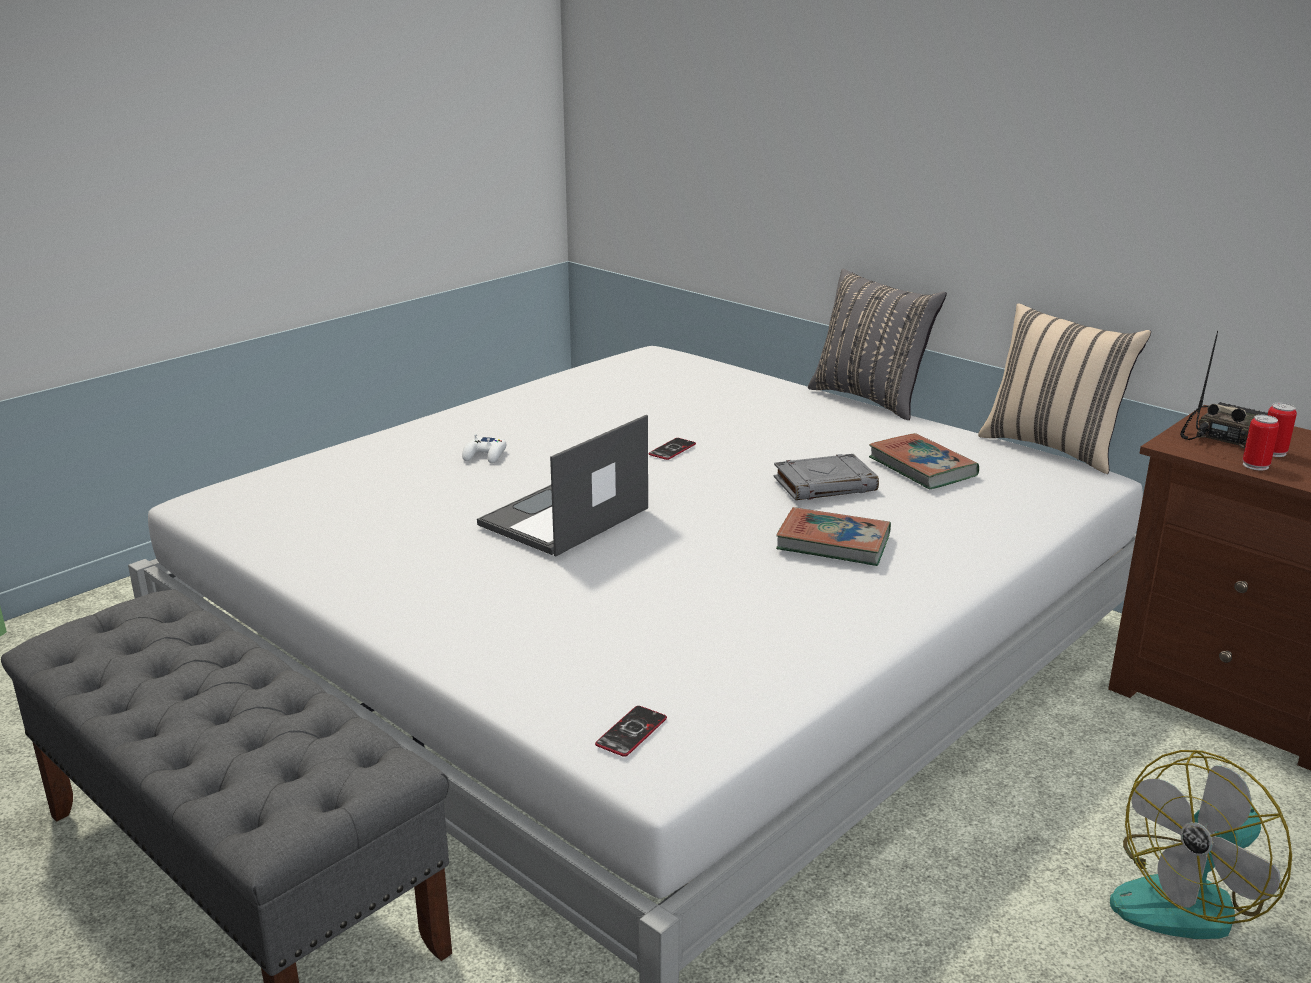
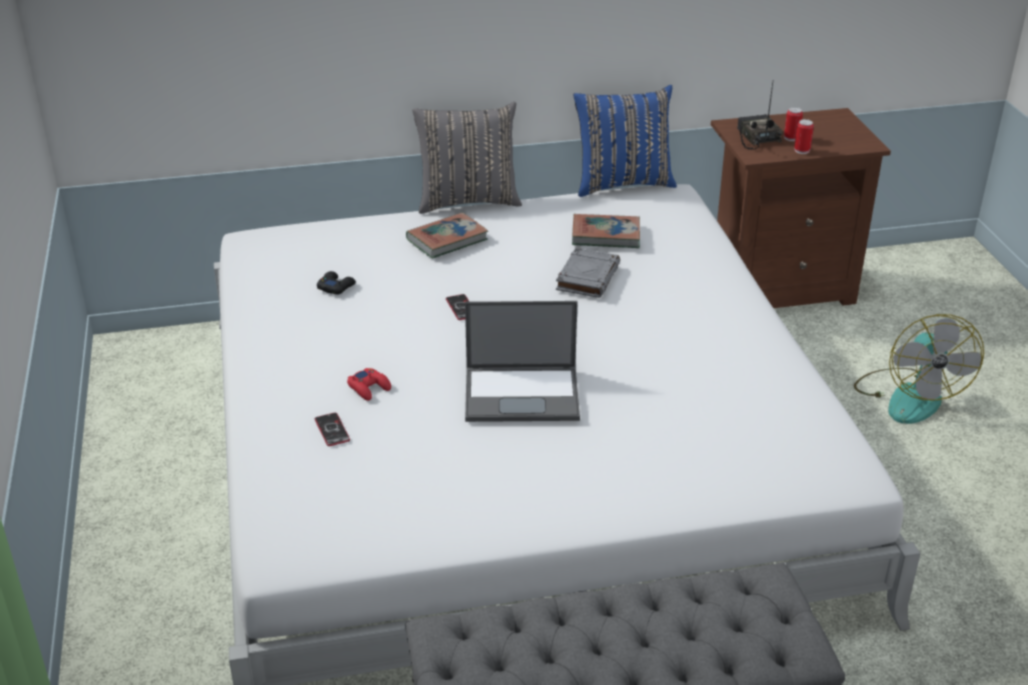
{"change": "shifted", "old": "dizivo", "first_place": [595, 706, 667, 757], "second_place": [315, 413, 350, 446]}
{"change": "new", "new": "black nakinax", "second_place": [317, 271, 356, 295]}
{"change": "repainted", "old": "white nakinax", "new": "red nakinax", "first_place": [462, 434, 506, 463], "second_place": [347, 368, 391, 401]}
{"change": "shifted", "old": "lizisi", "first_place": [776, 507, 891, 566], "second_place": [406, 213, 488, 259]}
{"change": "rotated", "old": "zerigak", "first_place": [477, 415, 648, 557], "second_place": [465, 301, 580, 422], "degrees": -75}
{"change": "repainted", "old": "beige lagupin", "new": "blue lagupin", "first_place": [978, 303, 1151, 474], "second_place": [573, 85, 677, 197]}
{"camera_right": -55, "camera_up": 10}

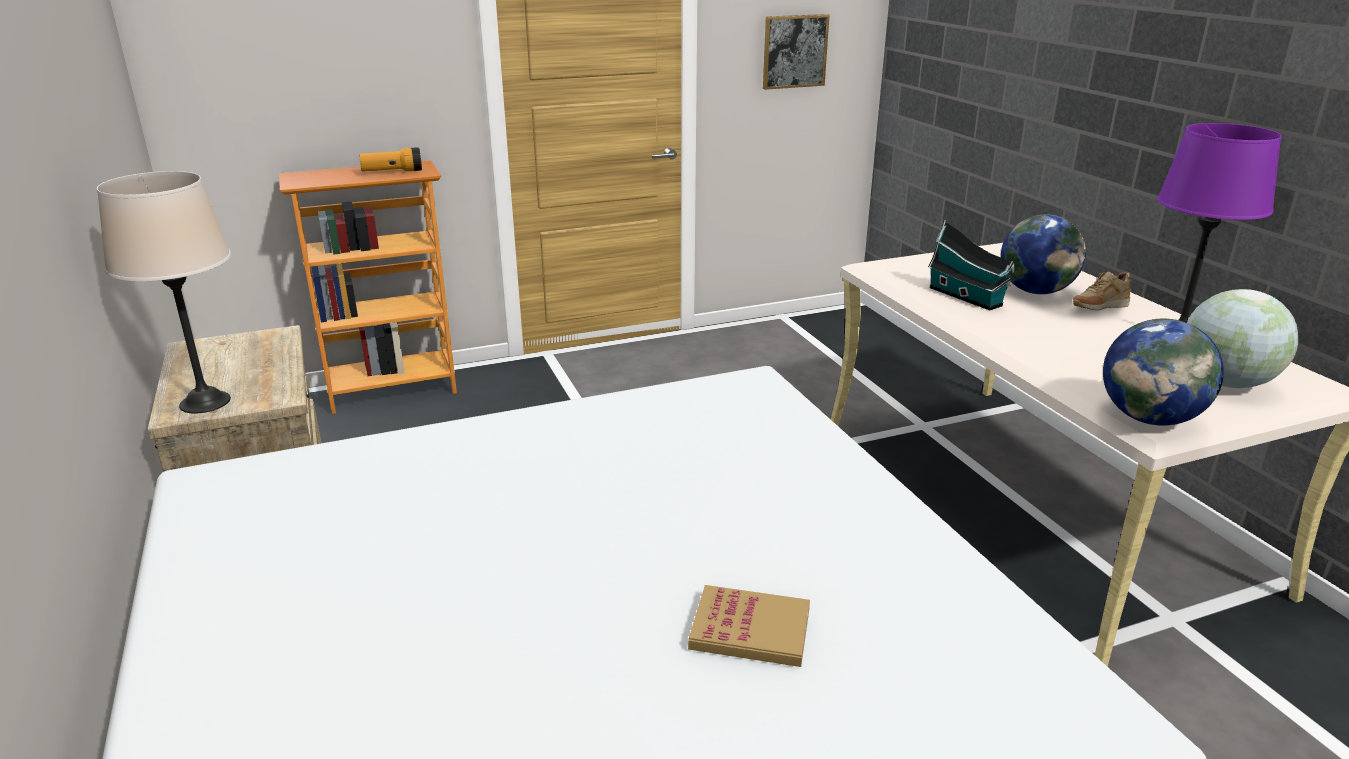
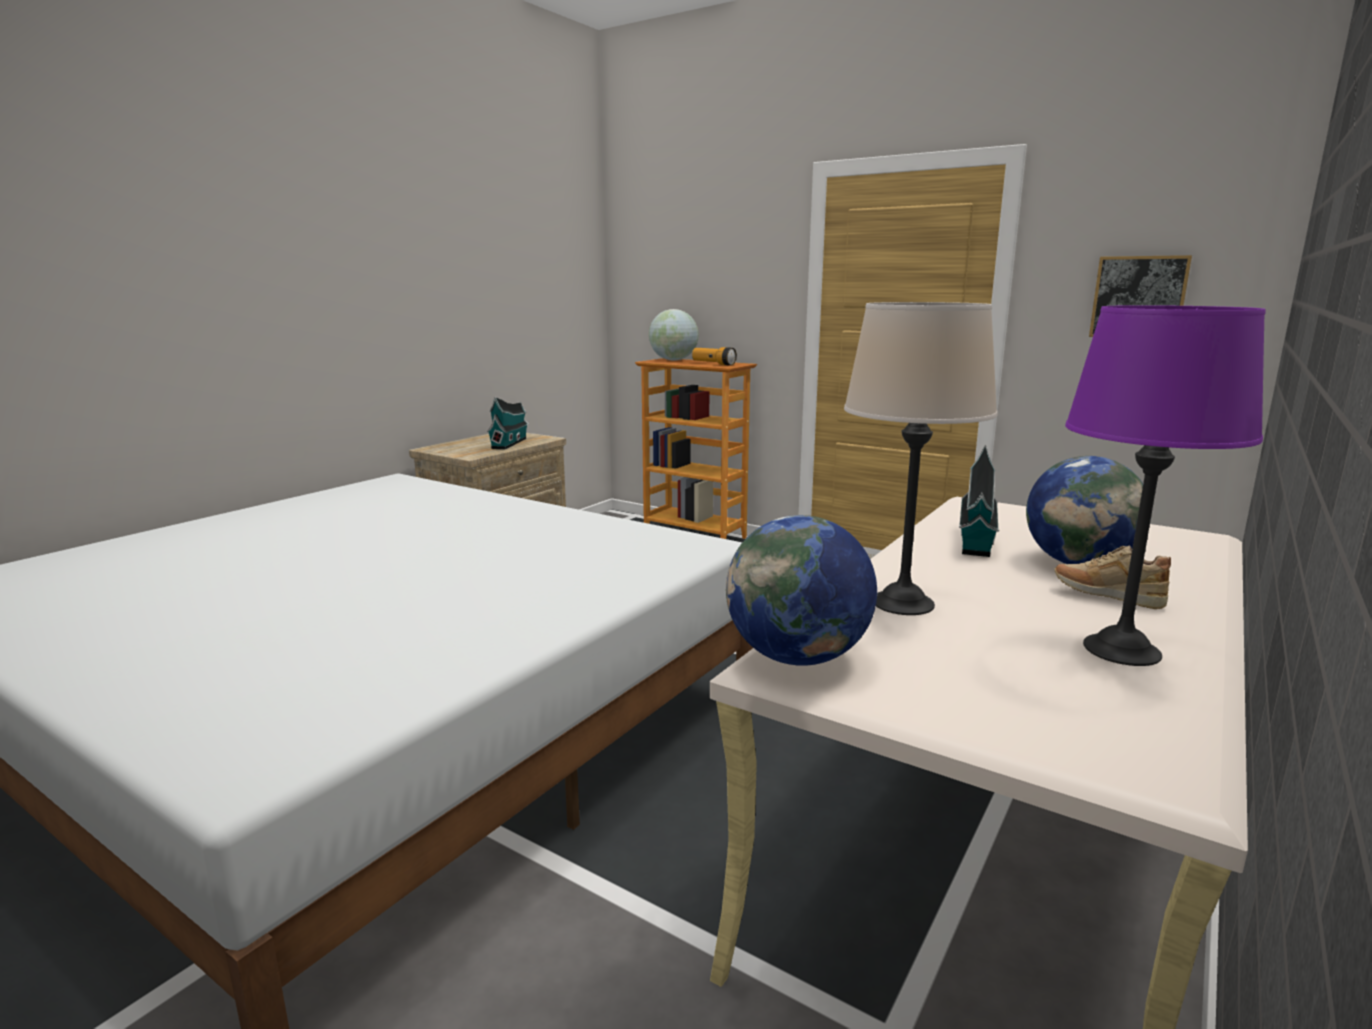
{"change": "new", "new": "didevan", "second_place": [487, 397, 528, 449]}
{"change": "shifted", "old": "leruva", "first_place": [1187, 289, 1298, 388], "second_place": [649, 309, 699, 360]}
{"change": "shifted", "old": "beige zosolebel", "first_place": [97, 171, 231, 413], "second_place": [844, 302, 998, 615]}
{"change": "gone", "old": "lizisi", "first_place": [688, 585, 810, 667]}
{"camera_right": 55, "camera_up": -10}

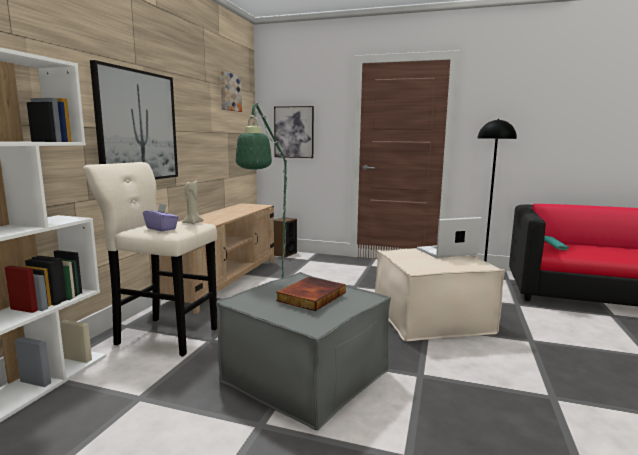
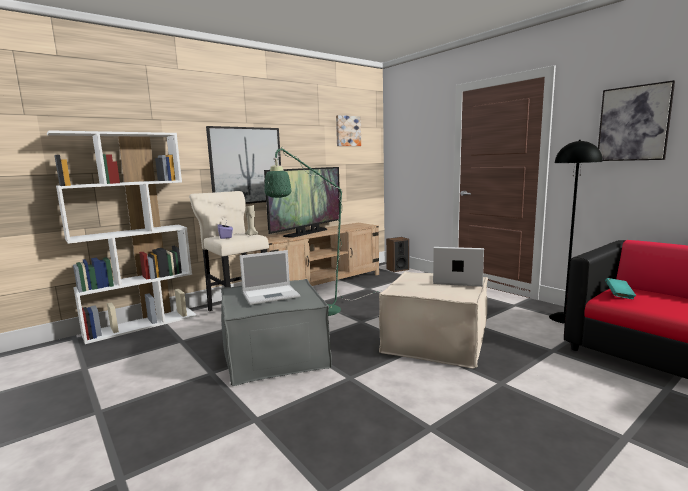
{"change": "swapped", "old": "lizisi", "new": "zerigak", "first_place": [276, 277, 346, 311], "second_place": [240, 250, 300, 305]}
{"change": "new", "new": "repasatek", "second_place": [264, 167, 340, 238]}
{"change": "shifted", "old": "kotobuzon", "first_place": [274, 106, 314, 158], "second_place": [598, 80, 675, 161]}
{"camera_right": 35, "camera_up": 0}

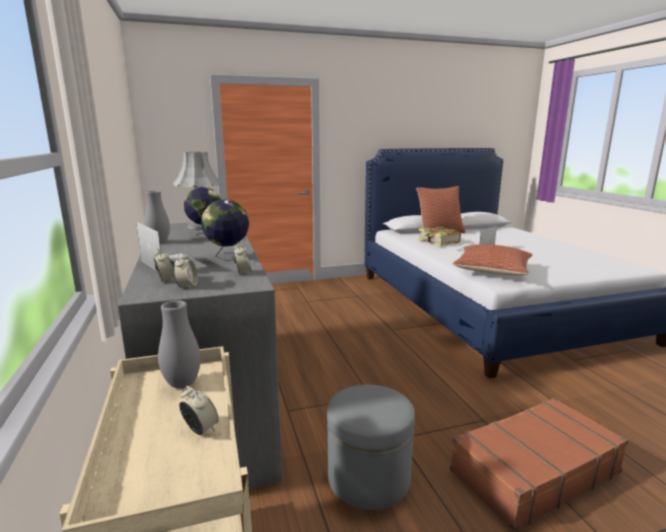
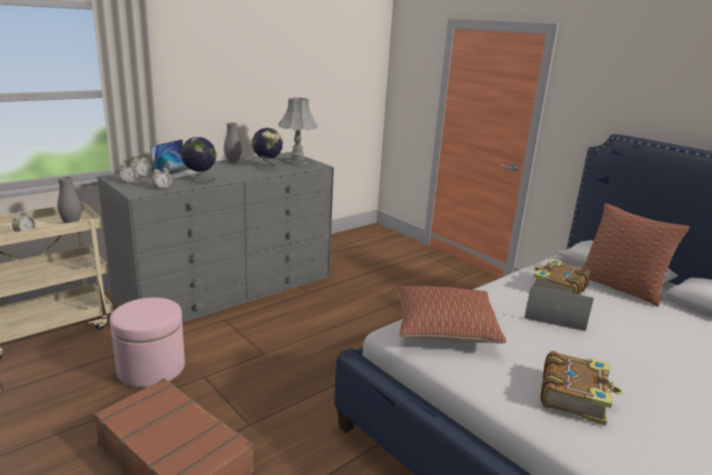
{"change": "repainted", "old": "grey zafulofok", "new": "pink zafulofok", "first_place": [327, 385, 415, 510], "second_place": [110, 298, 185, 387]}
{"change": "new", "new": "lizisi", "second_place": [540, 351, 623, 426]}
{"camera_right": 65, "camera_up": 5}

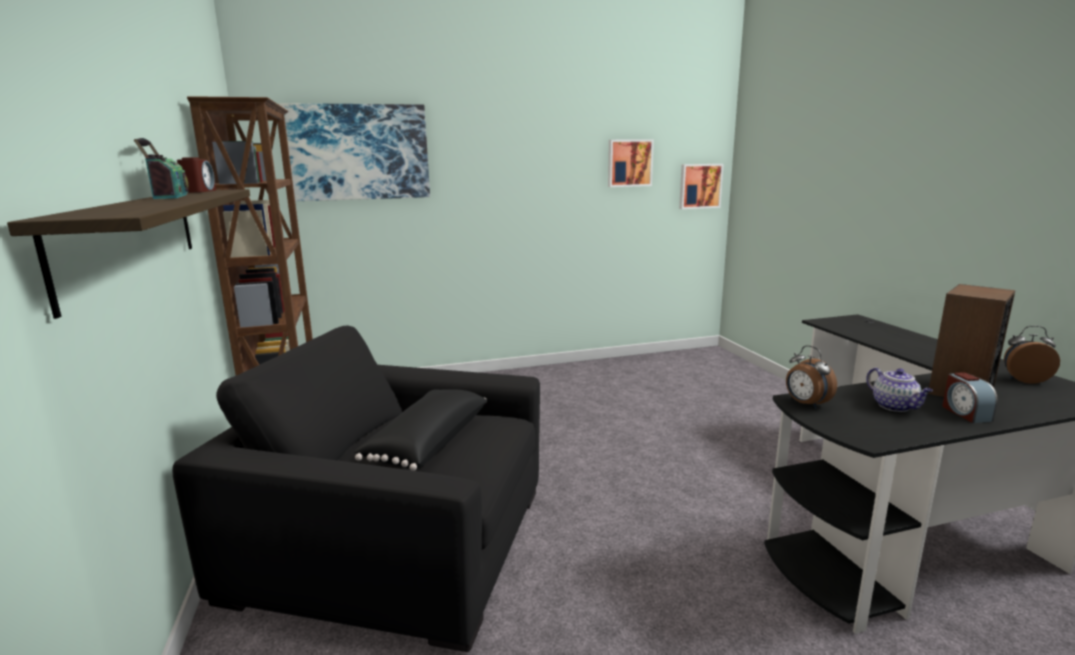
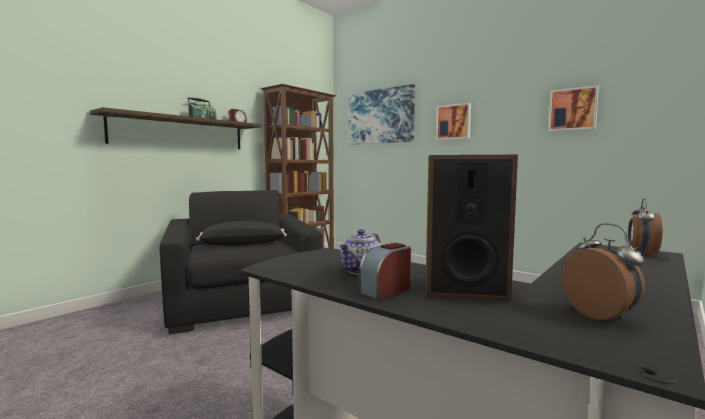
{"change": "shifted", "old": "kotobuzon", "first_place": [679, 164, 723, 209], "second_place": [436, 103, 471, 140]}
{"change": "shifted", "old": "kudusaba", "first_place": [786, 345, 837, 409], "second_place": [628, 199, 663, 254]}
{"camera_right": 55, "camera_up": -10}

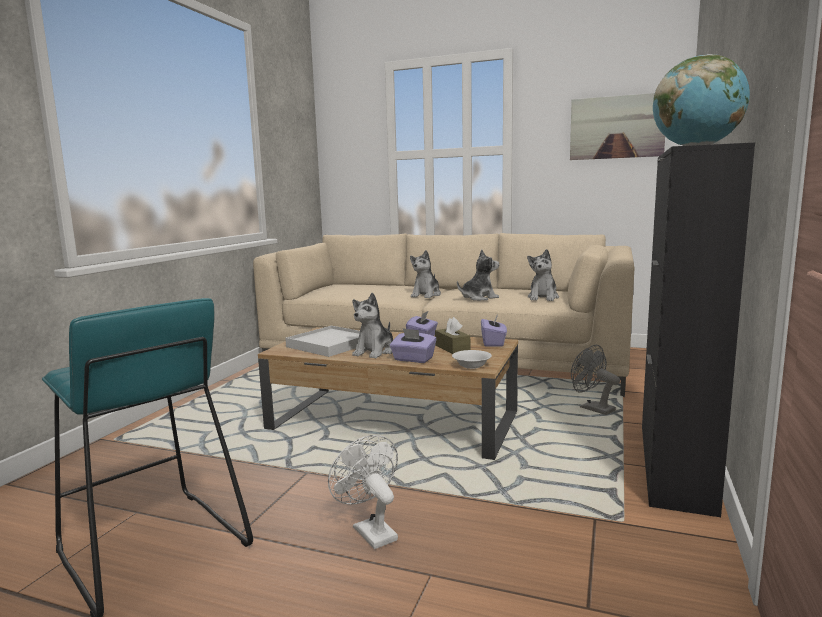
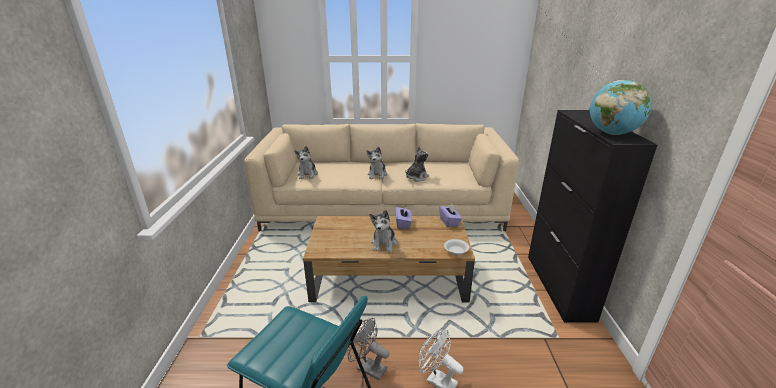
{"change": "shifted", "old": "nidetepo", "first_place": [527, 249, 559, 301], "second_place": [294, 146, 318, 179]}
{"change": "shifted", "old": "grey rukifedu", "first_place": [571, 345, 620, 415], "second_place": [347, 318, 390, 380]}
{"change": "gone", "old": "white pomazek", "first_place": [285, 326, 360, 357]}
{"change": "gone", "old": "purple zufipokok", "first_place": [390, 328, 437, 363]}
{"change": "gone", "old": "brown zufipokok", "first_place": [435, 317, 470, 354]}
{"change": "gone", "old": "kotobuzon", "first_place": [570, 93, 665, 160]}
{"camera_right": -20, "camera_up": 15}

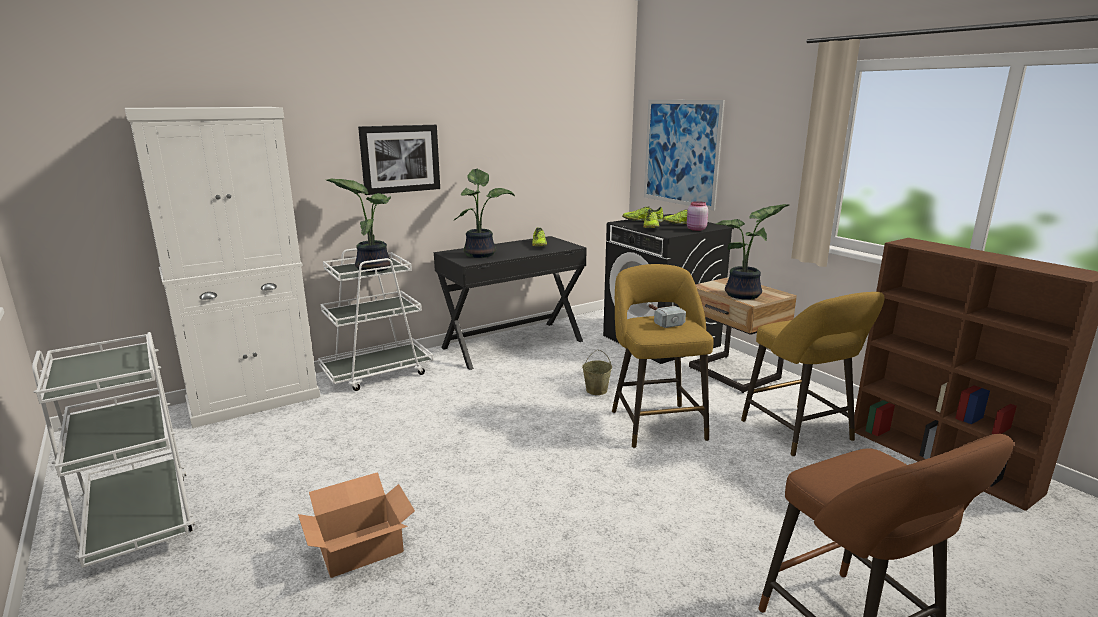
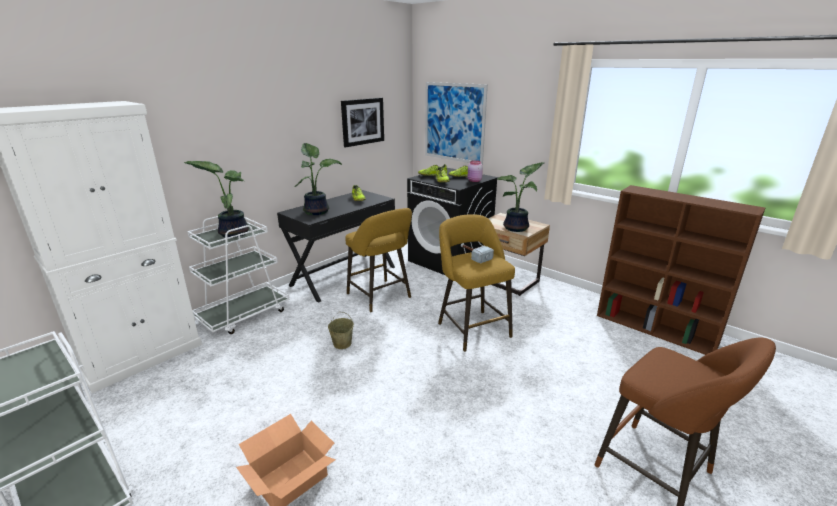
{"change": "shifted", "old": "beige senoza", "first_place": [582, 350, 612, 395], "second_place": [328, 312, 354, 349]}
{"change": "shifted", "old": "kotobuzon", "first_place": [358, 125, 440, 195], "second_place": [341, 98, 384, 147]}
{"change": "shifted", "old": "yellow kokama", "first_place": [741, 292, 885, 457], "second_place": [345, 208, 412, 313]}
{"camera_right": -15, "camera_up": 5}

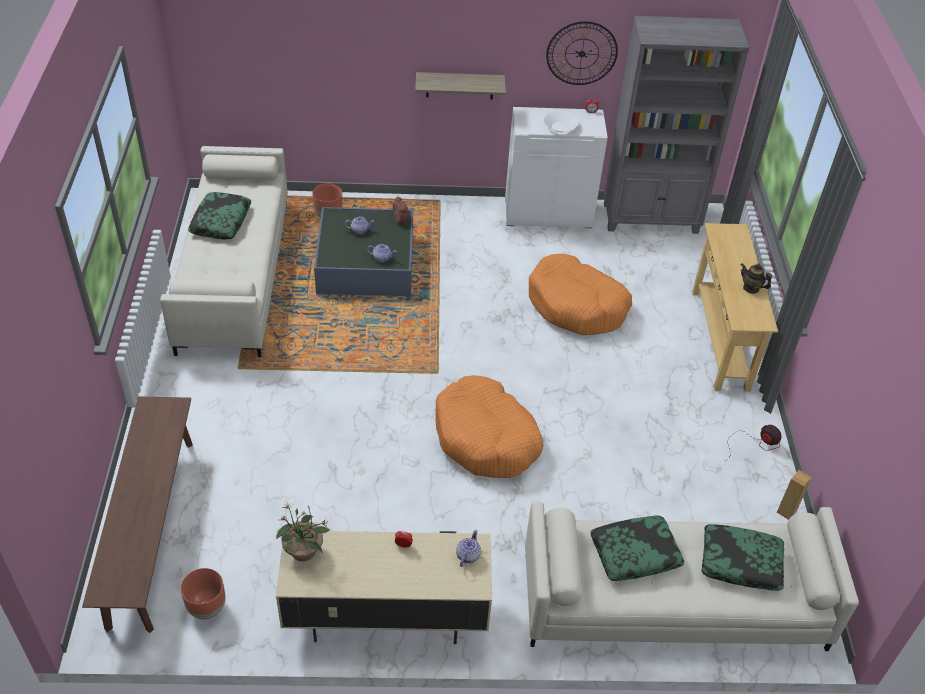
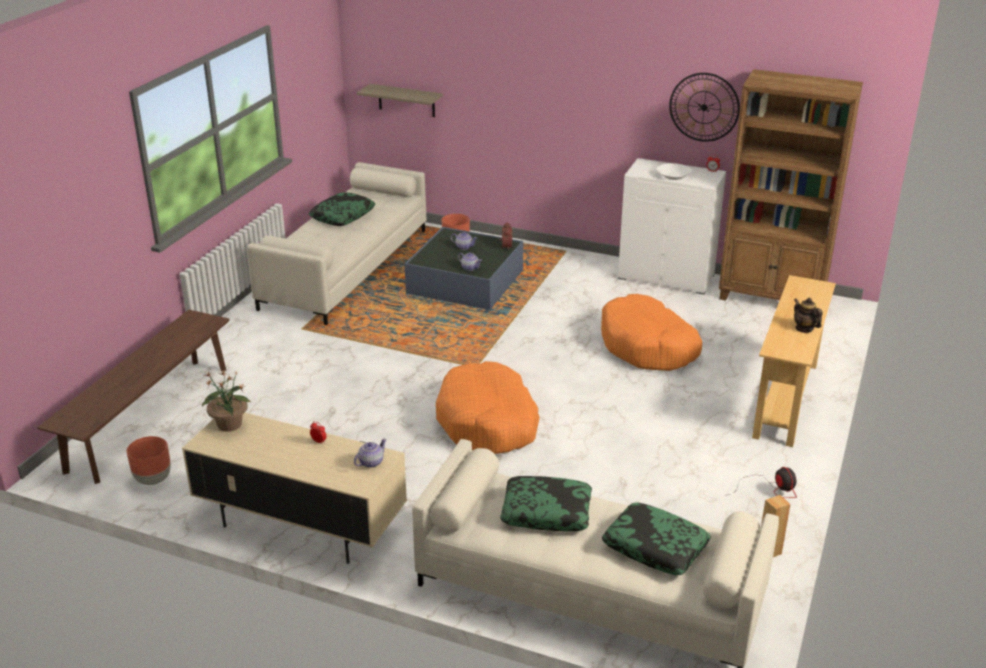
{"change": "shifted", "old": "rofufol", "first_place": [415, 72, 506, 99], "second_place": [357, 84, 443, 117]}
{"change": "repainted", "old": "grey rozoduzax", "new": "brown rozoduzax", "first_place": [604, 16, 749, 234], "second_place": [719, 69, 863, 301]}
{"camera_right": 25, "camera_up": -15}

